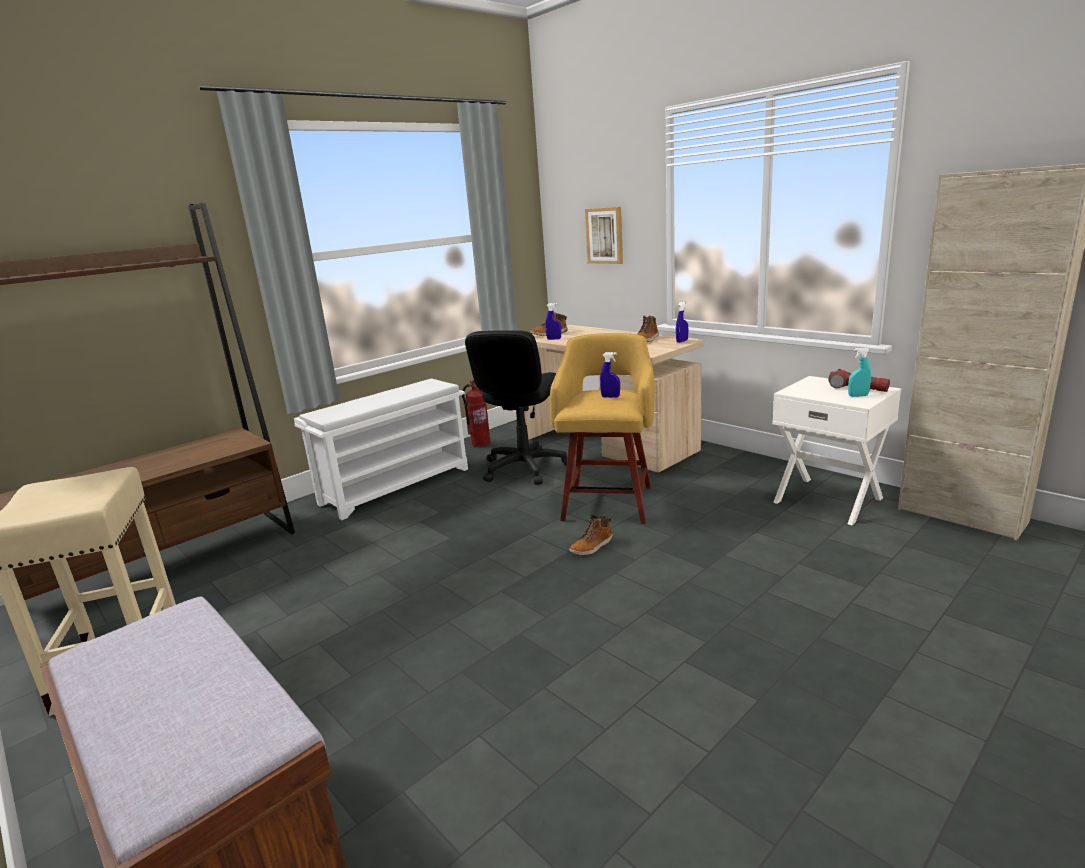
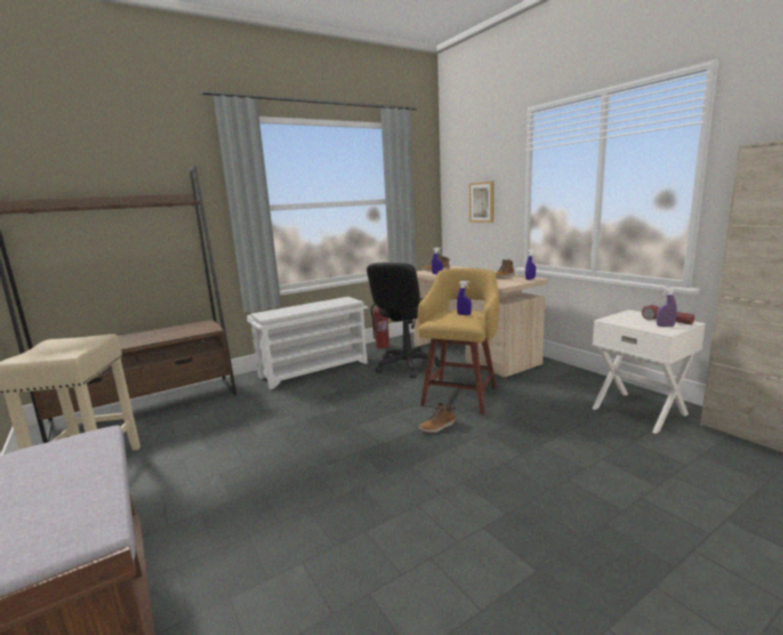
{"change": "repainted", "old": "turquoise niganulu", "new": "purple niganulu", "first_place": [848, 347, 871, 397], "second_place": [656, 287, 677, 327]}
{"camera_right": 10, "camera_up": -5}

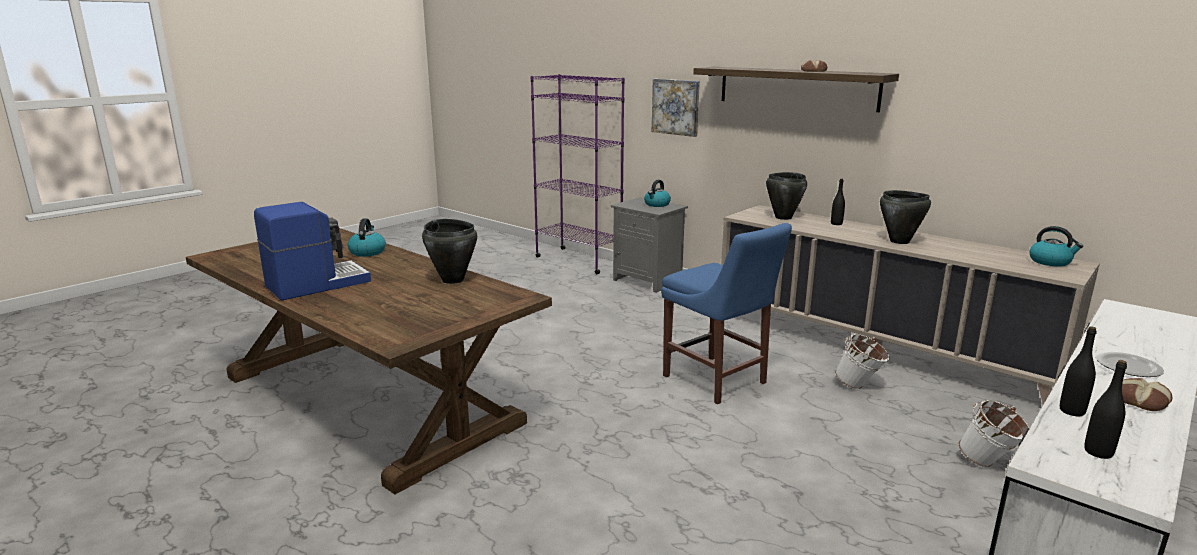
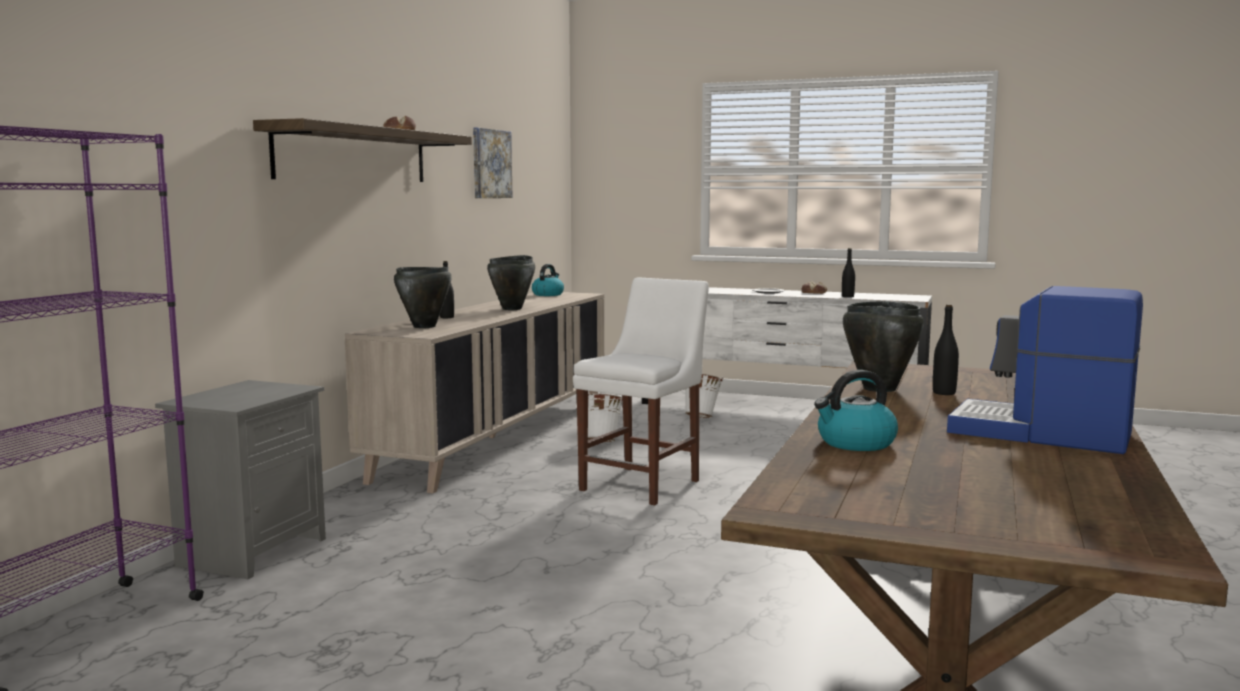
{"change": "shifted", "old": "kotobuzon", "first_place": [652, 79, 700, 137], "second_place": [473, 127, 513, 198]}
{"change": "repainted", "old": "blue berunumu", "new": "white berunumu", "first_place": [661, 223, 792, 404], "second_place": [573, 277, 709, 505]}
{"change": "shifted", "old": "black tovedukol", "first_place": [1084, 360, 1127, 459], "second_place": [933, 304, 959, 395]}
{"change": "gone", "old": "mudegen", "first_place": [644, 180, 671, 207]}
{"camera_right": -110, "camera_up": -10}

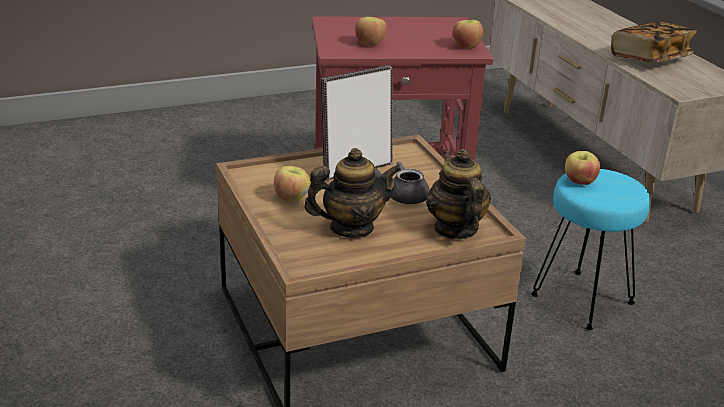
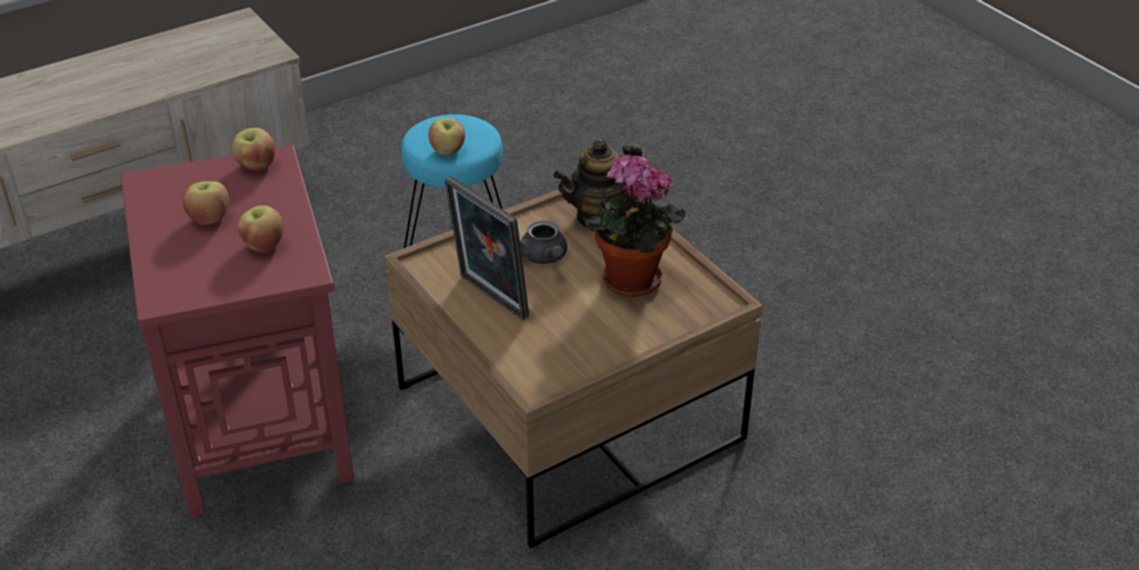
{"change": "shifted", "old": "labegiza", "first_place": [274, 166, 310, 202], "second_place": [183, 181, 229, 225]}
{"change": "swapped", "old": "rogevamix", "new": "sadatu", "first_place": [304, 148, 401, 238], "second_place": [583, 154, 685, 297]}
{"change": "gone", "old": "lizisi", "first_place": [611, 21, 697, 63]}
{"camera_right": -100, "camera_up": 10}

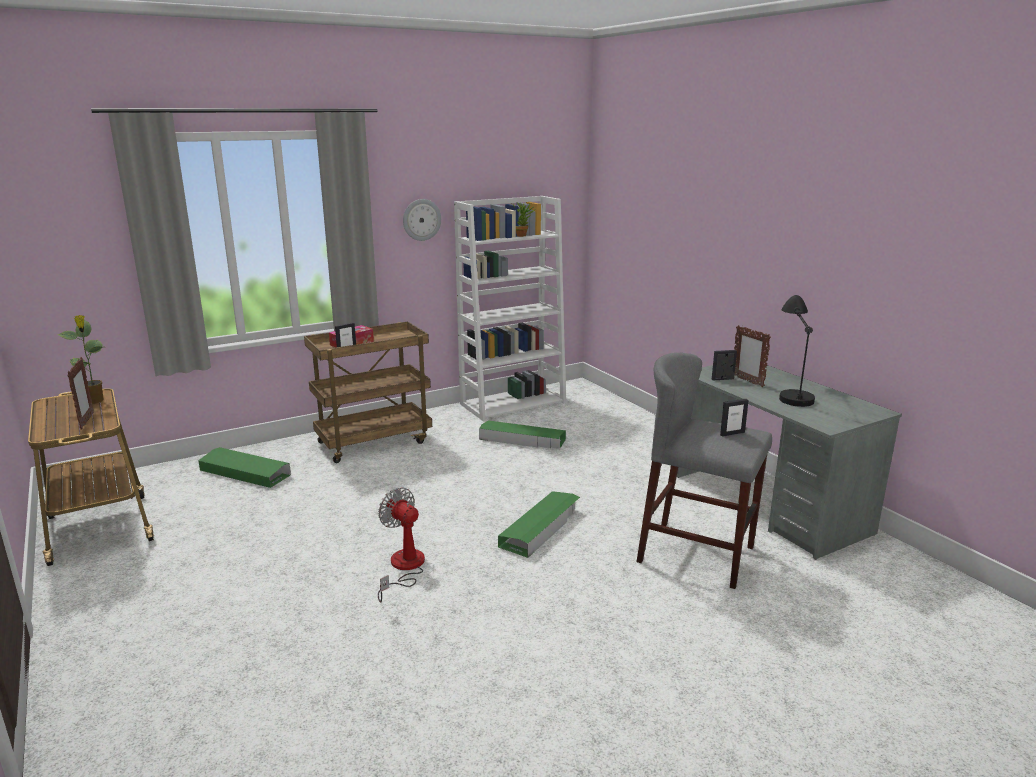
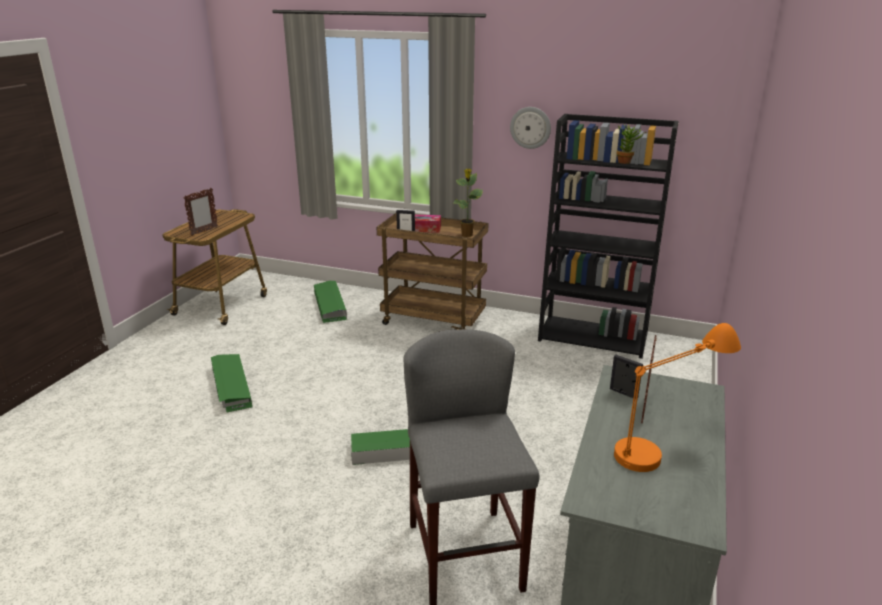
{"change": "shifted", "old": "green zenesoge", "first_place": [479, 420, 566, 449], "second_place": [211, 354, 253, 413]}
{"change": "shifted", "old": "sadatu", "first_place": [58, 315, 104, 404], "second_place": [453, 169, 483, 237]}
{"change": "repainted", "old": "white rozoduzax", "new": "black rozoduzax", "first_place": [454, 196, 566, 421], "second_place": [538, 114, 678, 359]}
{"change": "repainted", "old": "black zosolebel", "new": "orange zosolebel", "first_place": [779, 295, 815, 407], "second_place": [614, 323, 741, 472]}
{"change": "gone", "old": "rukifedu", "first_place": [378, 487, 425, 603]}
{"change": "gone", "old": "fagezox", "first_place": [720, 399, 749, 437]}
{"camera_right": 50, "camera_up": 5}

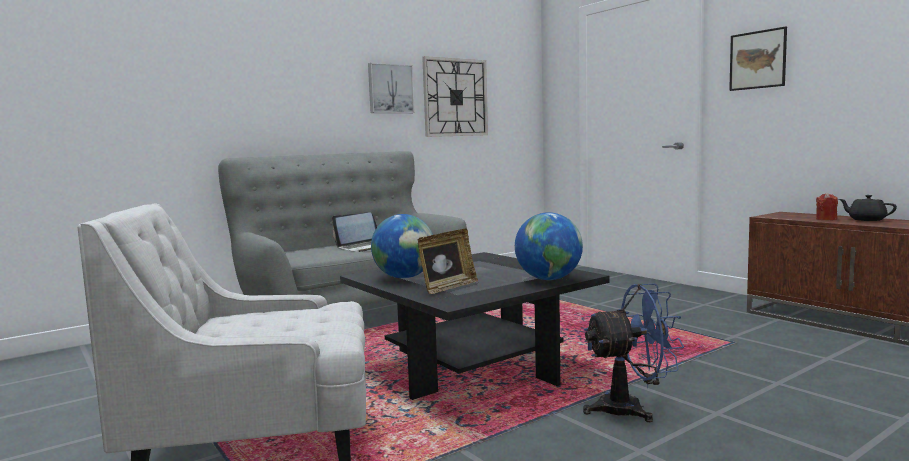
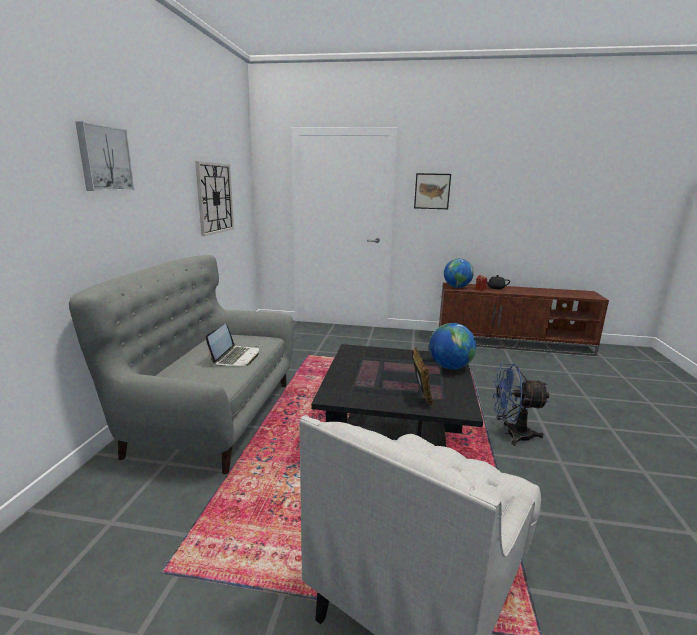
{"change": "shifted", "old": "kotobuzon", "first_place": [368, 63, 415, 113], "second_place": [76, 122, 134, 191]}
{"change": "shifted", "old": "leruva", "first_place": [371, 214, 433, 278], "second_place": [444, 259, 474, 288]}
{"change": "rotated", "old": "blue rukifedu", "first_place": [583, 284, 684, 422], "second_place": [493, 364, 549, 446], "degrees": -120}
{"camera_right": -45, "camera_up": 10}

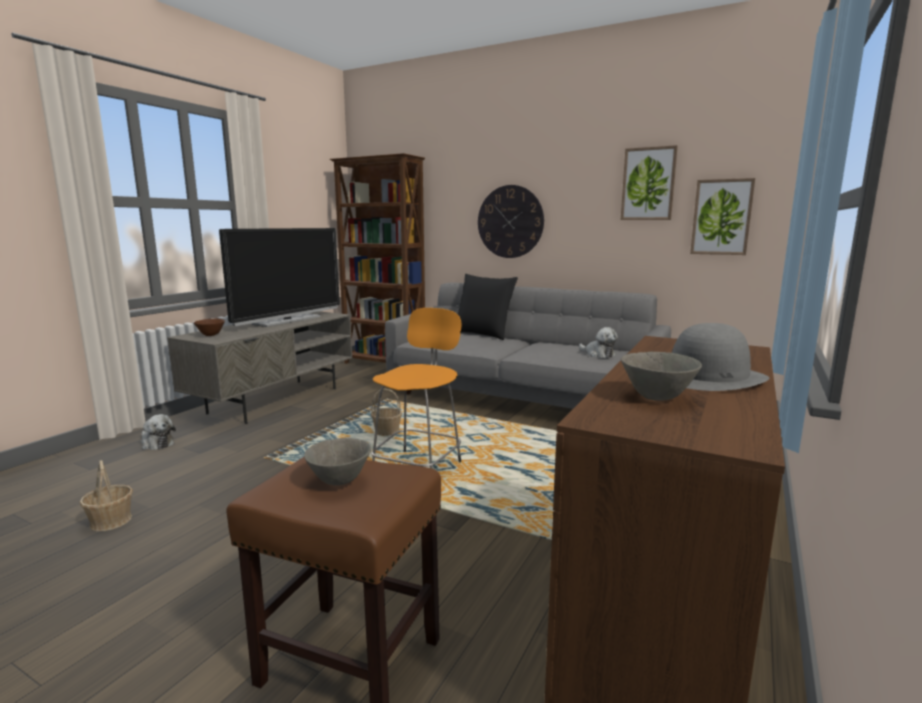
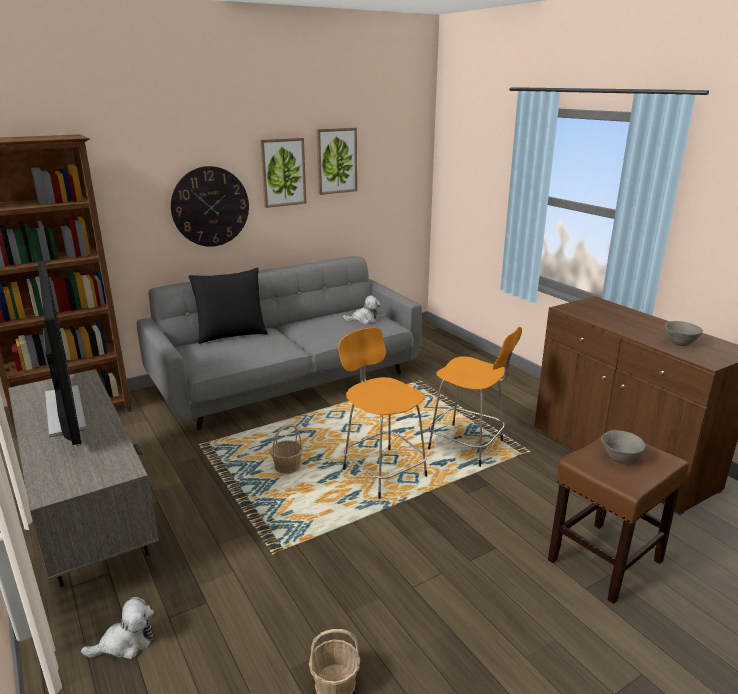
{"change": "shifted", "old": "kotobuzon", "first_place": [690, 178, 755, 255], "second_place": [260, 138, 306, 208]}
{"change": "new", "new": "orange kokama", "second_place": [428, 327, 522, 467]}
{"change": "gone", "old": "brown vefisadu", "first_place": [194, 319, 225, 336]}
{"change": "gone", "old": "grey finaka", "first_place": [672, 323, 770, 391]}
{"camera_right": -60, "camera_up": 10}

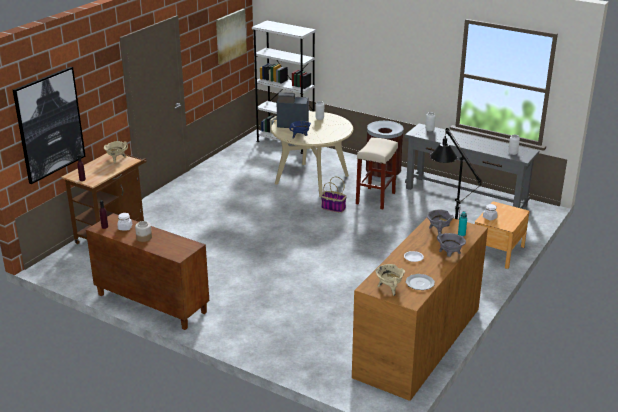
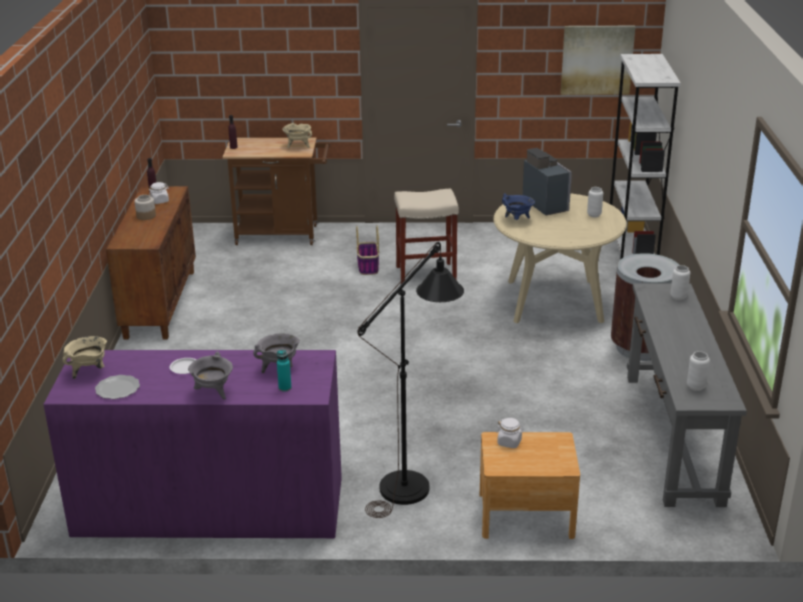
{"change": "repainted", "old": "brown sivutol", "new": "purple sivutol", "first_place": [352, 218, 488, 401], "second_place": [43, 350, 342, 538]}
{"change": "shifted", "old": "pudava", "first_place": [321, 177, 347, 213], "second_place": [356, 225, 379, 275]}
{"change": "shifted", "old": "beige kokama", "first_place": [356, 138, 398, 209], "second_place": [394, 189, 459, 284]}
{"change": "gone", "old": "kotobuzon", "first_place": [13, 67, 85, 184]}
{"camera_right": 60, "camera_up": 0}

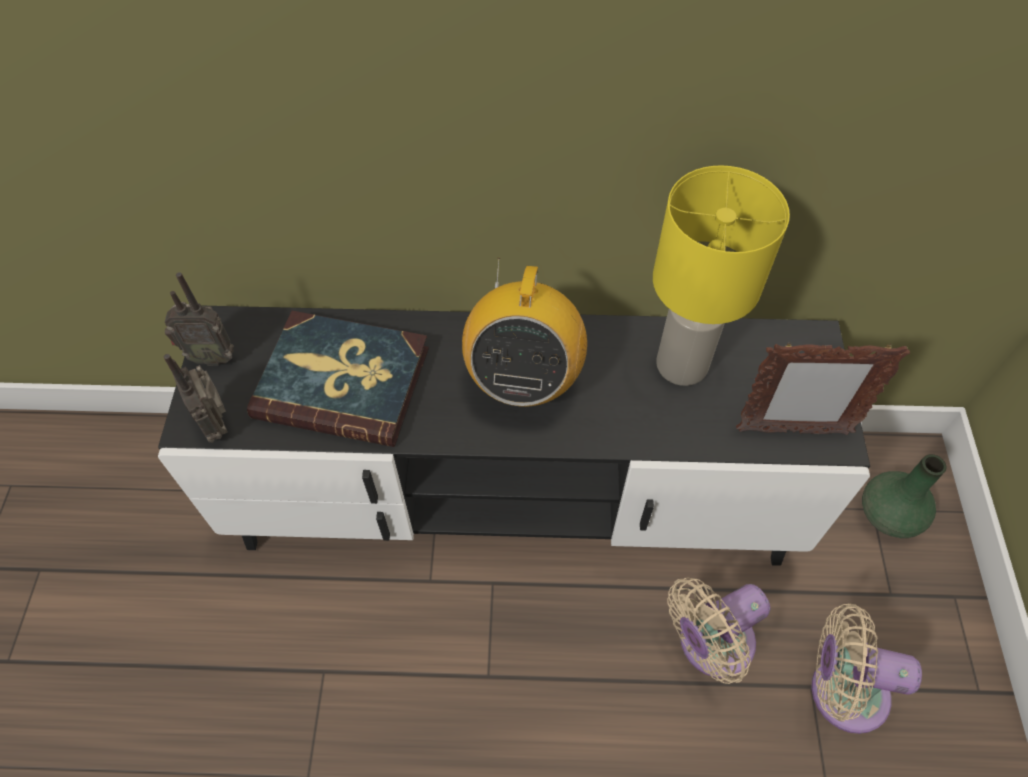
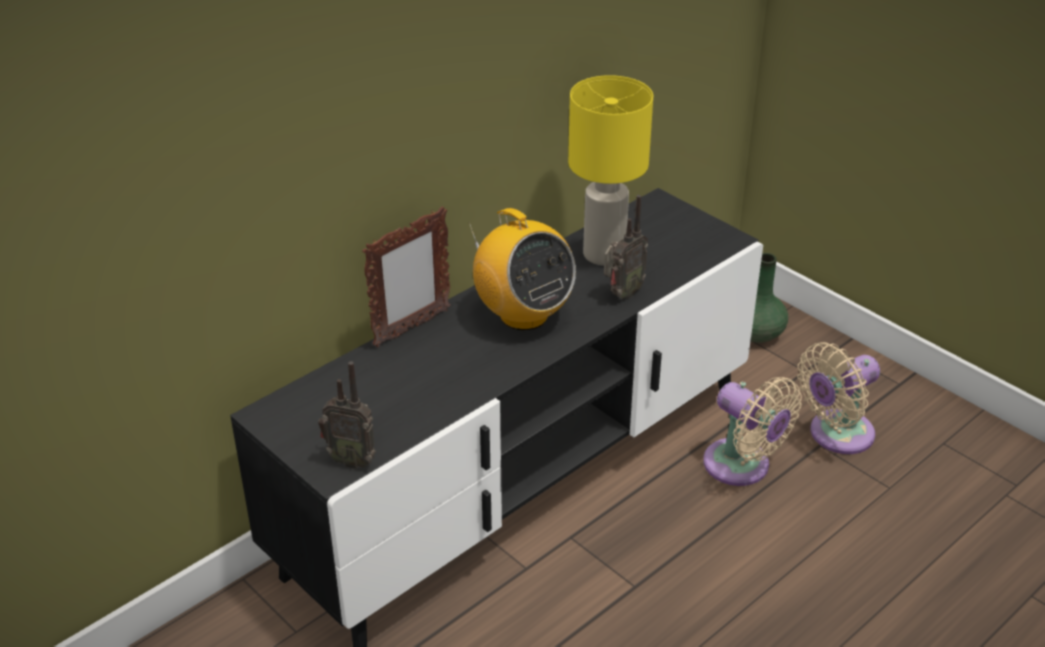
{"change": "shifted", "old": "fagezox", "first_place": [736, 342, 910, 435], "second_place": [362, 206, 451, 348]}
{"change": "shifted", "old": "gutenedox", "first_place": [164, 272, 234, 366], "second_place": [604, 195, 648, 299]}
{"change": "rotated", "old": "beige rukifedu", "first_place": [667, 578, 770, 684], "second_place": [703, 377, 802, 486], "degrees": -60}
{"change": "gone", "old": "lizisi", "first_place": [247, 311, 429, 447]}
{"camera_right": -45, "camera_up": -20}

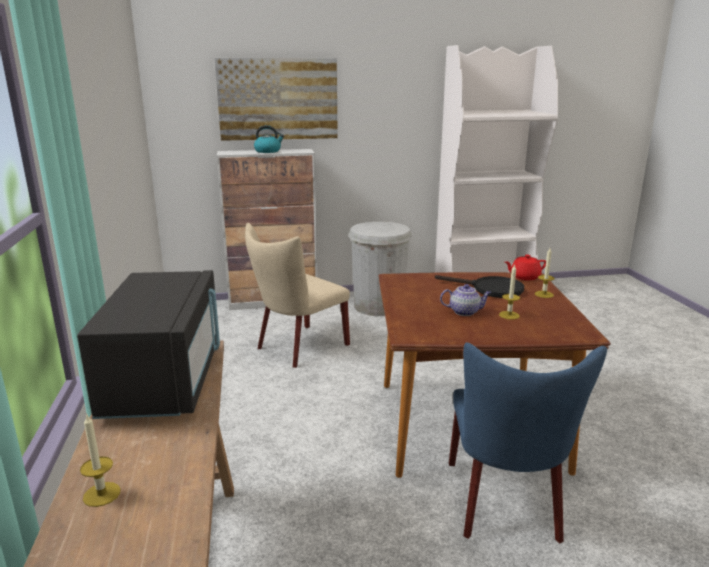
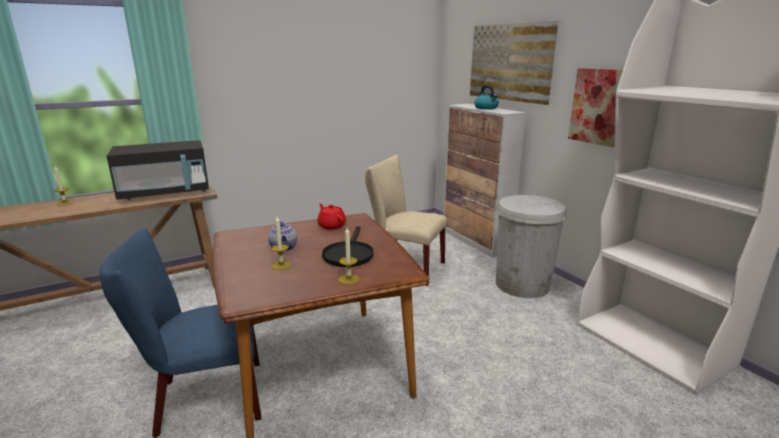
{"change": "shifted", "old": "red rogevamix", "first_place": [505, 254, 546, 280], "second_place": [317, 203, 346, 230]}
{"change": "new", "new": "kotobuzon", "second_place": [568, 68, 623, 147]}
{"camera_right": 70, "camera_up": 0}

